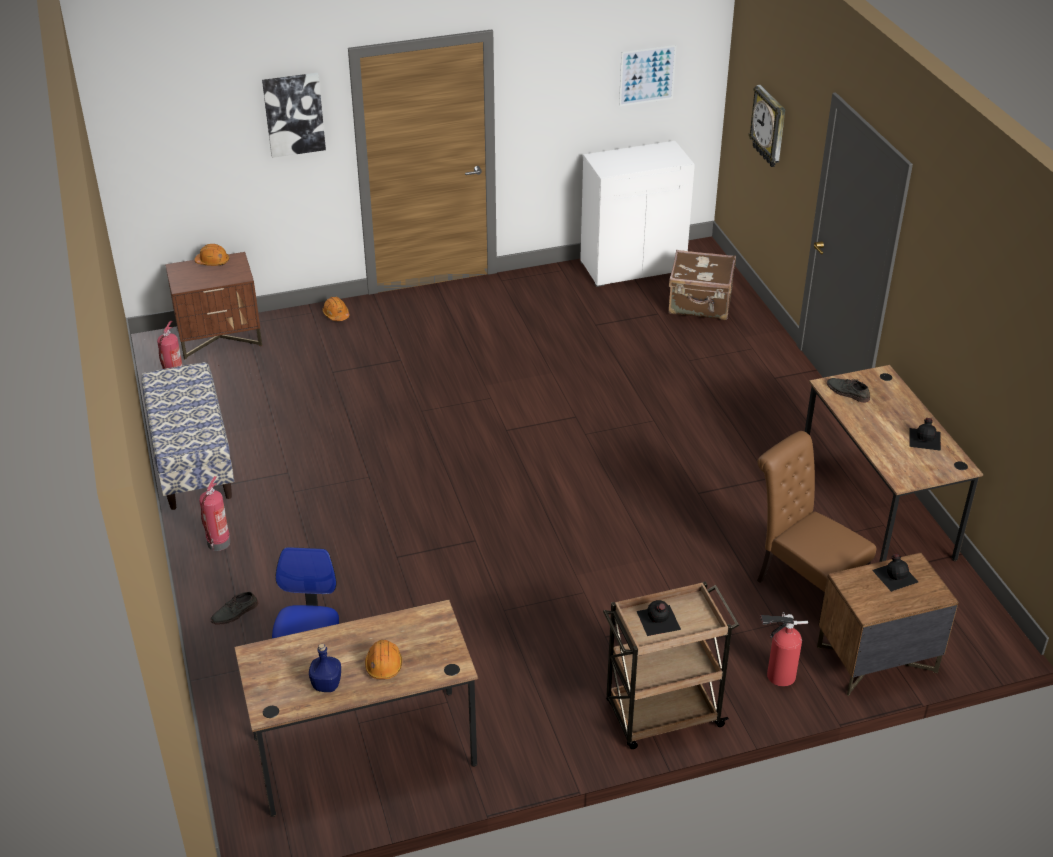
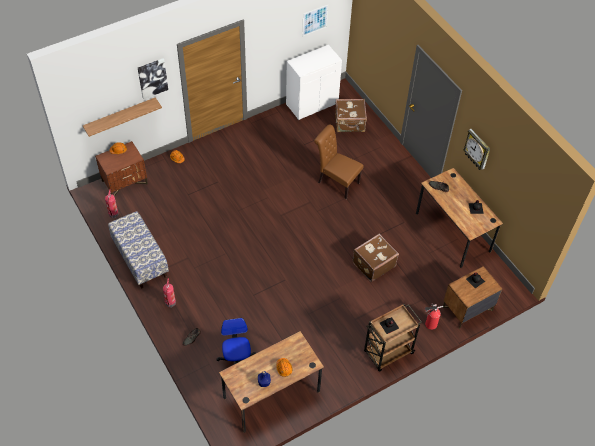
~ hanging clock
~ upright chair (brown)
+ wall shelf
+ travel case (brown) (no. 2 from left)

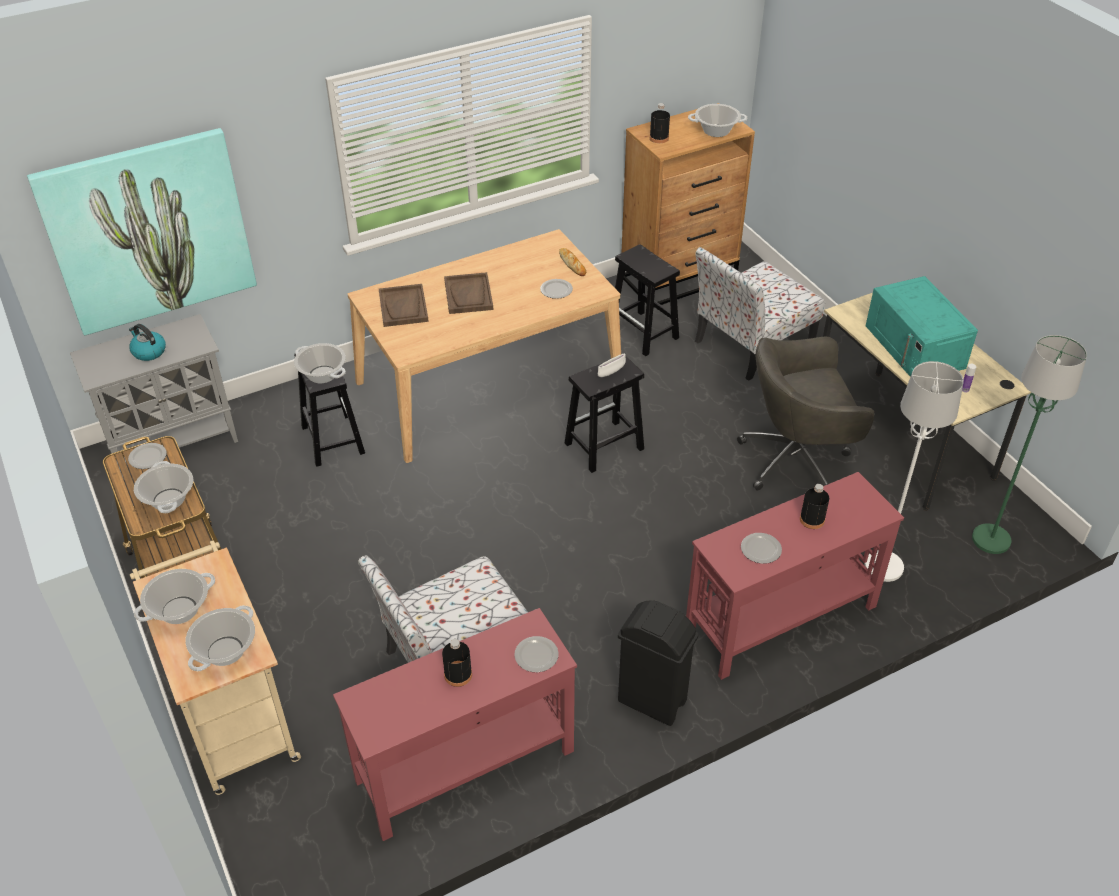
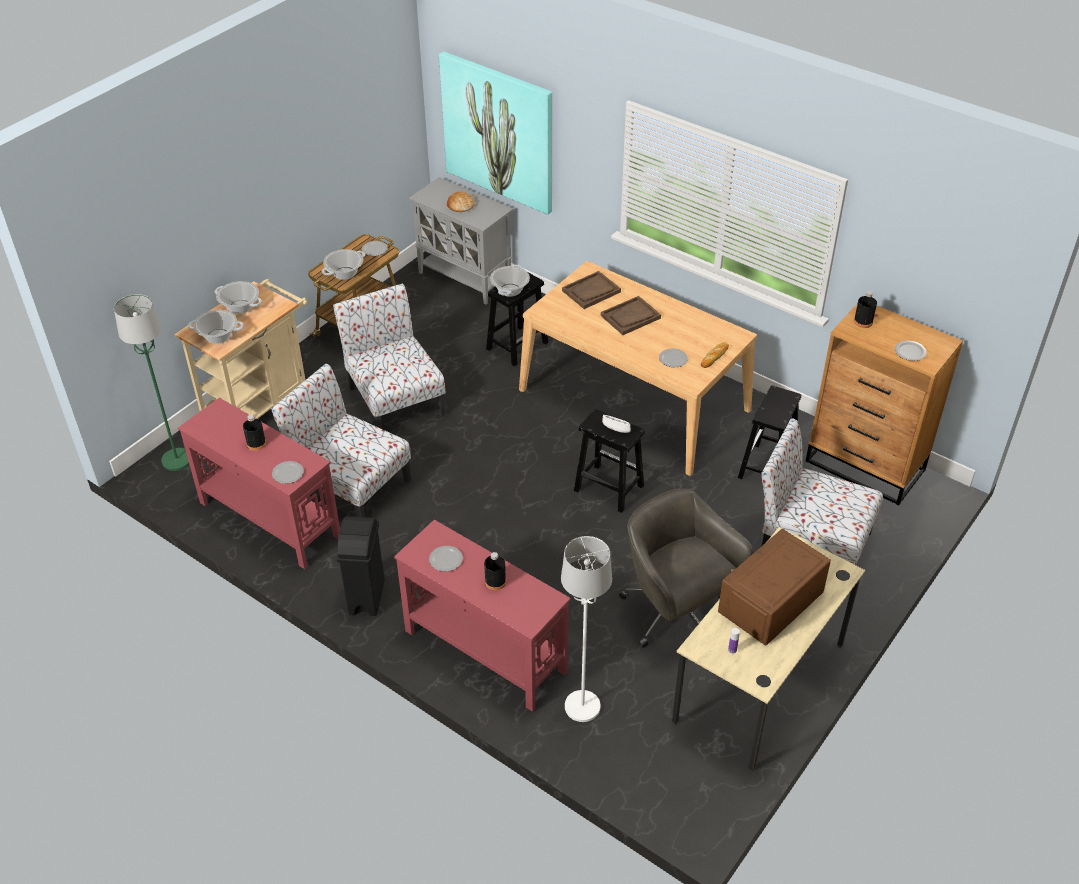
~ saucepot (no. 5 from left) to flat dish (no. 5 from left)
~ kitchen microwave (turquoise) to kitchen microwave (brown)
~ kettle to baked bread (no. 1 from left)
~ standing lamp (green-coloured)
+ upright chair (no. 2 from left)

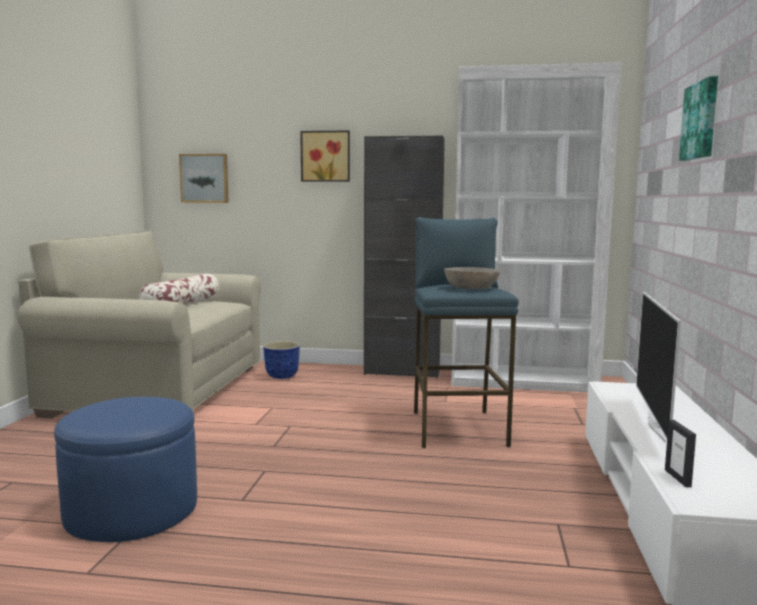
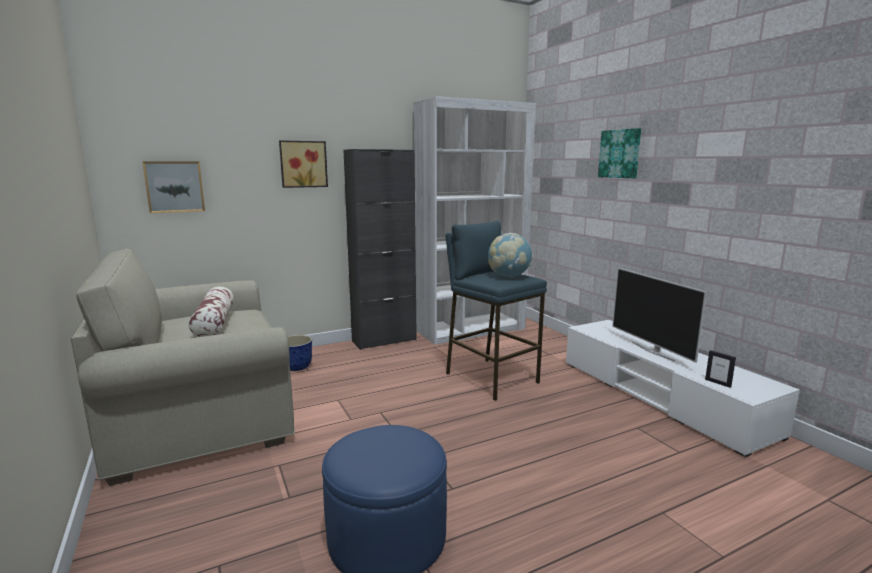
~ bowl (greyish) to desk globe

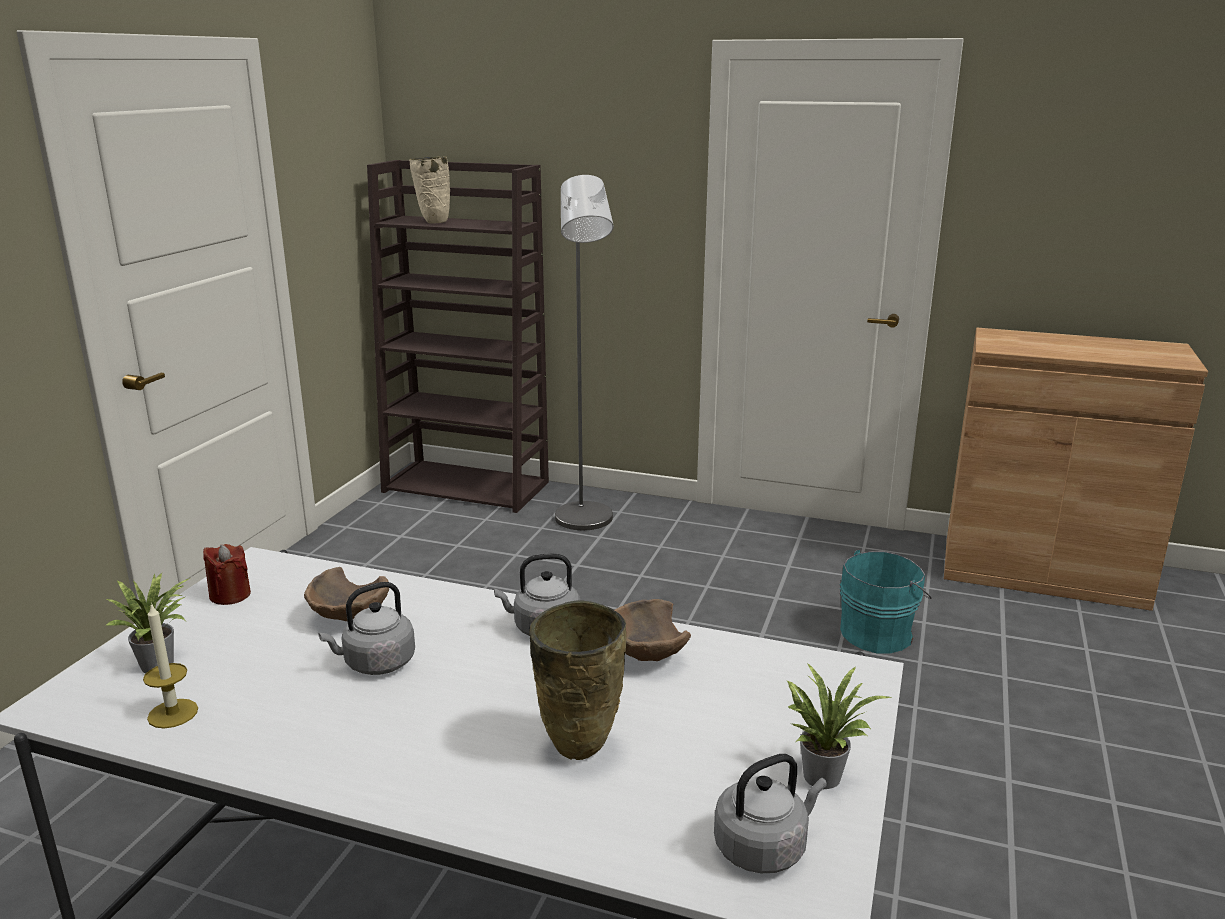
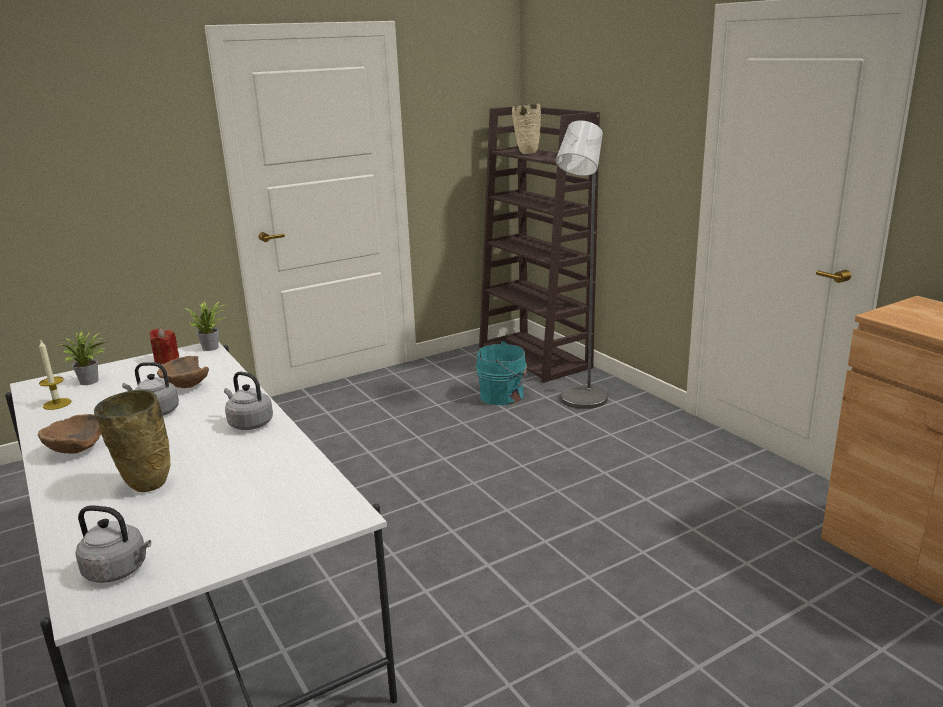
~ pail (turquoise)
~ bowl (brown) (no. 2 from left in the first image) to bowl (brown) (no. 1 from left)
~ houseplant (no. 2 from left)

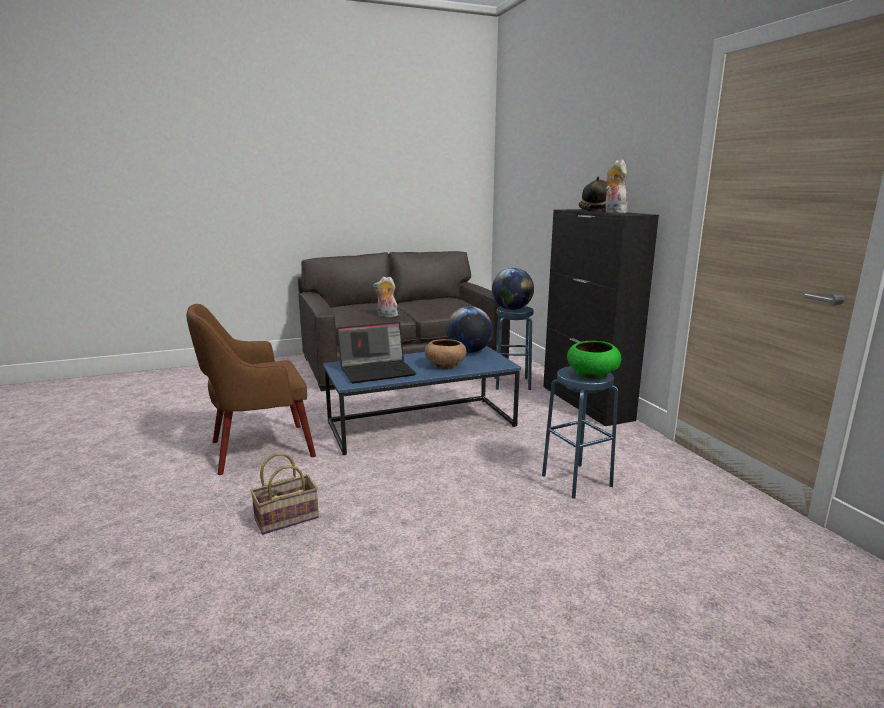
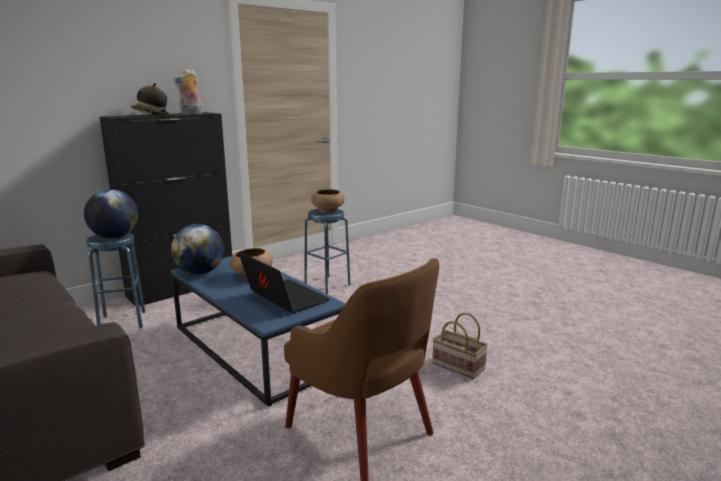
- plush toy (no. 1 from left)
~ bowl (green-coloured) to bowl (brown) (no. 2 from left)

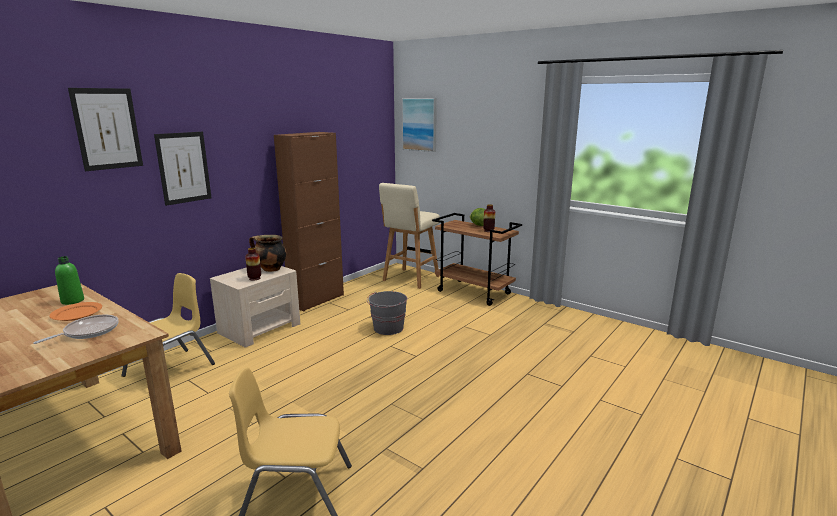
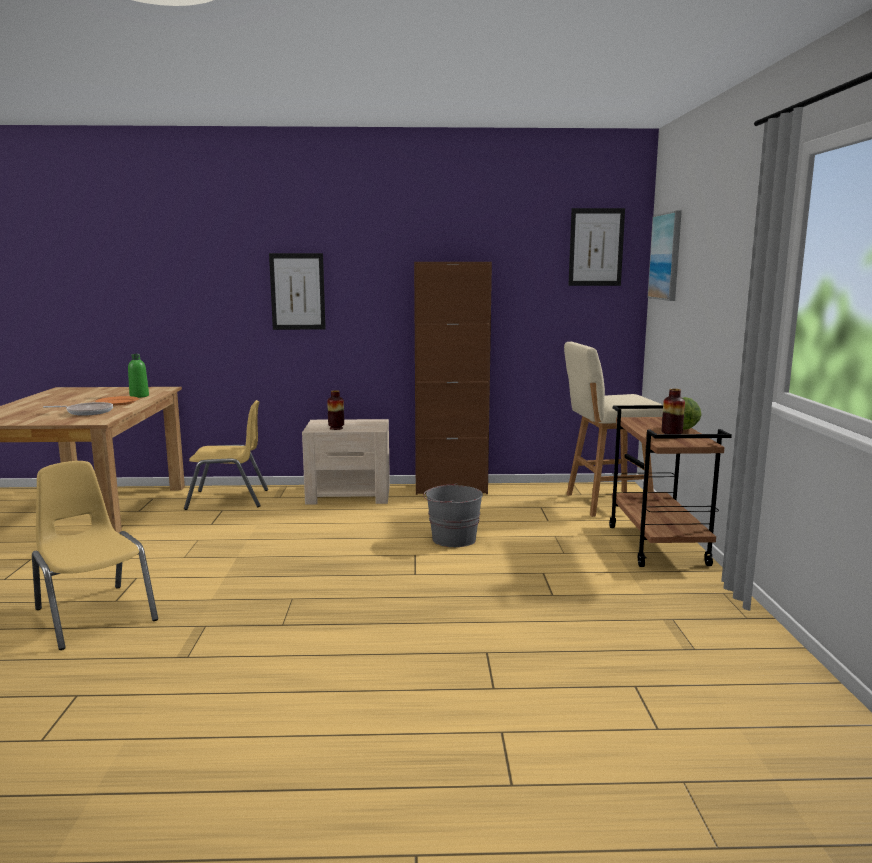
~ picture (no. 1 from left in the first image) to picture (no. 2 from left)
- saucepot

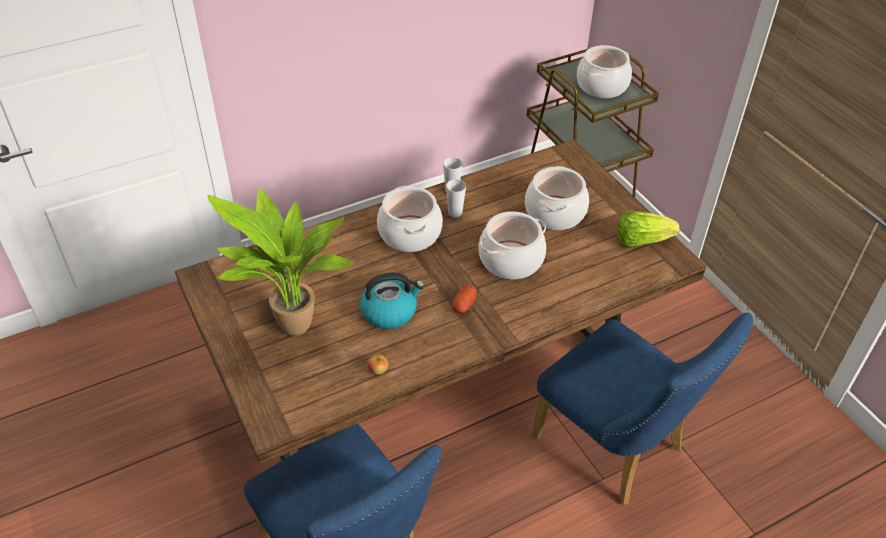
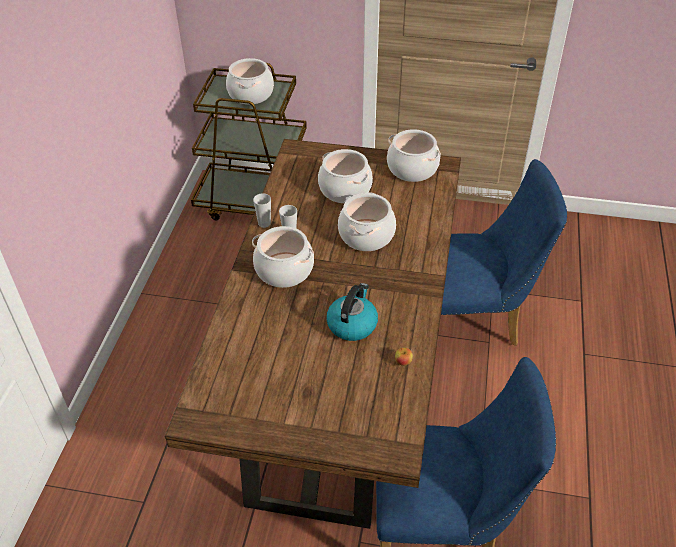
- houseplant
~ head of lettuce to saucepot (no. 5 from left)
- potato

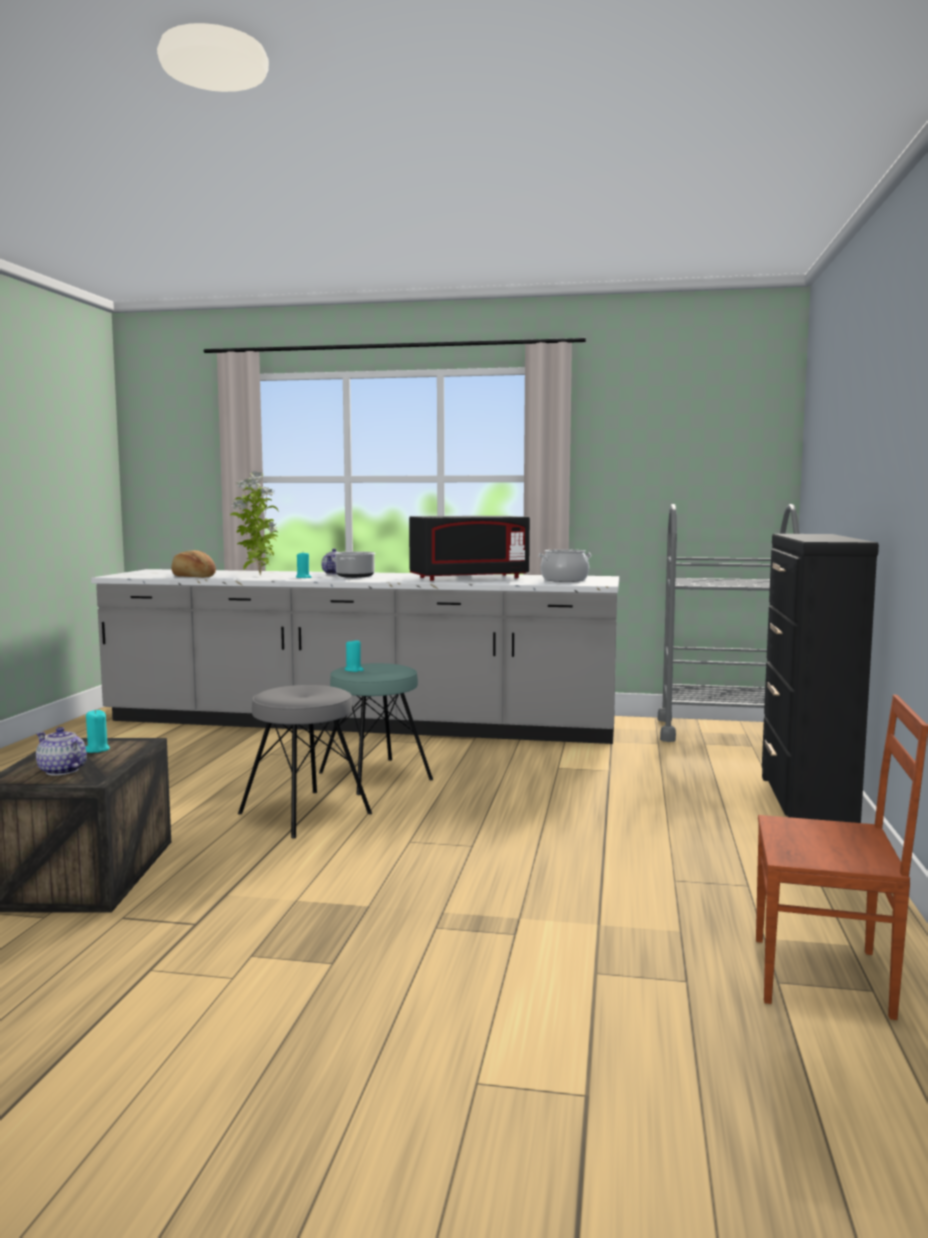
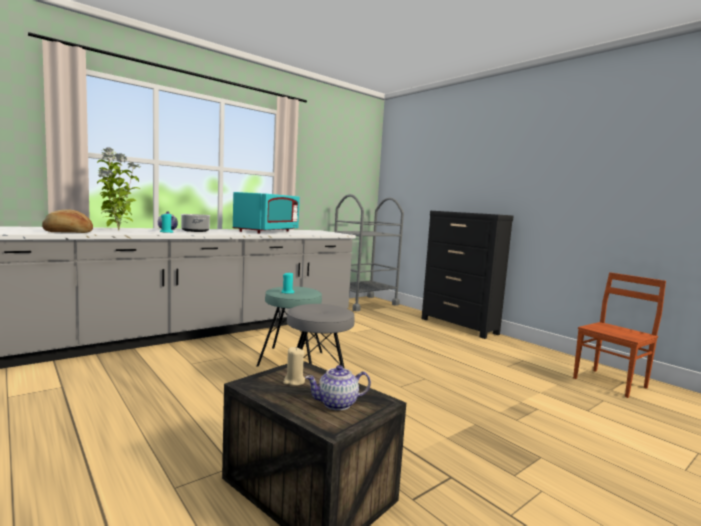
~ kitchen microwave (black) to kitchen microwave (turquoise)
- saucepot (no. 2 from left)
~ wax light (turquoise) (no. 1 from left) to wax light (beige)

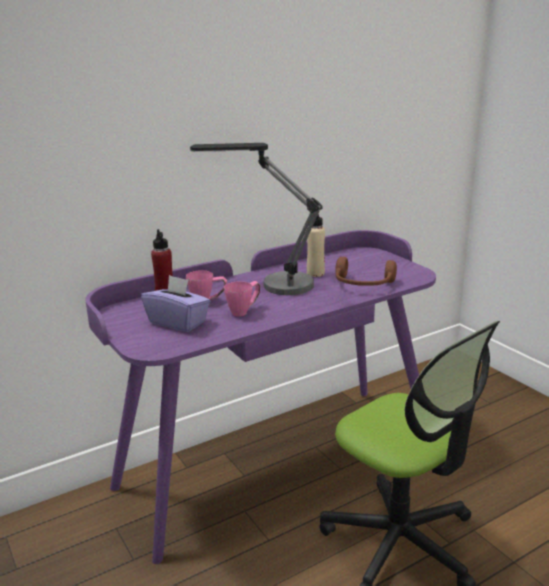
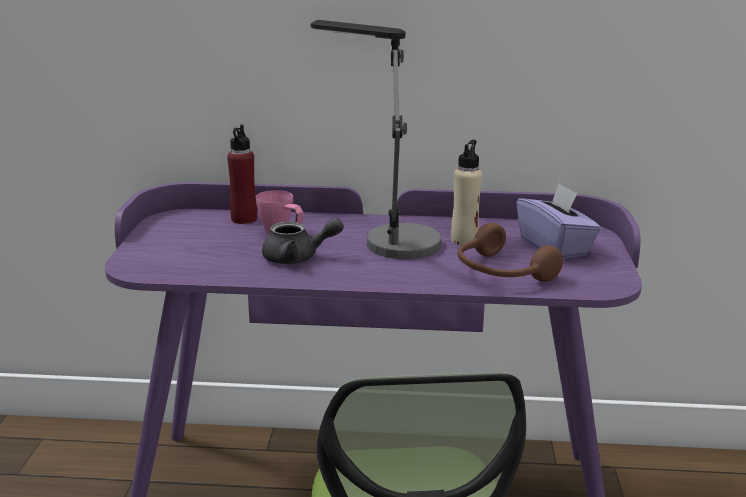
~ tissue holder (purple-coloured)
~ mug (pink-coloured) (no. 2 from left) to pot for tea (greyish)

